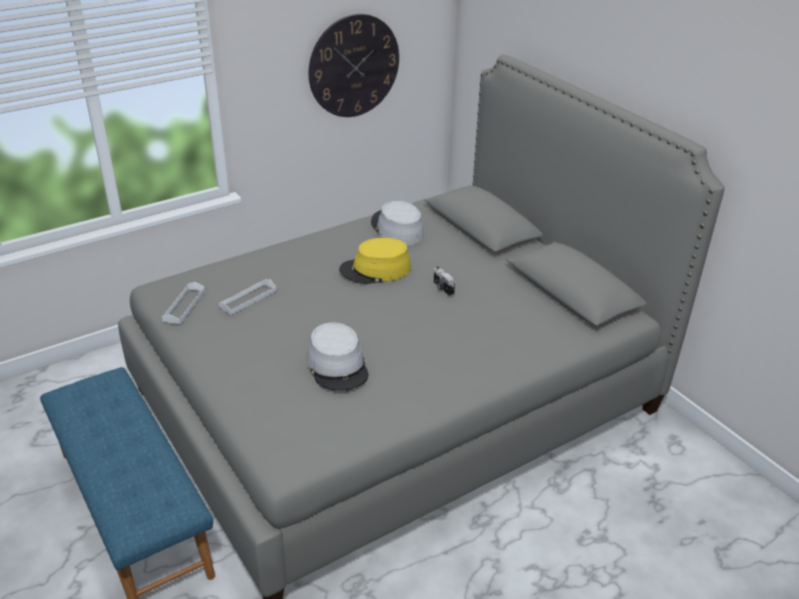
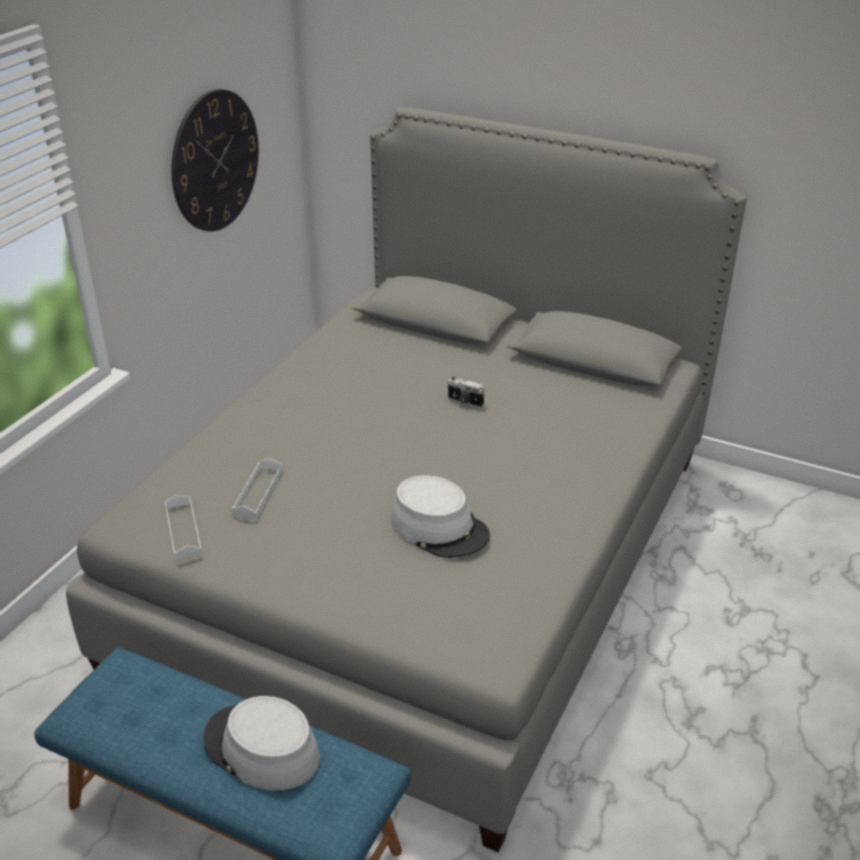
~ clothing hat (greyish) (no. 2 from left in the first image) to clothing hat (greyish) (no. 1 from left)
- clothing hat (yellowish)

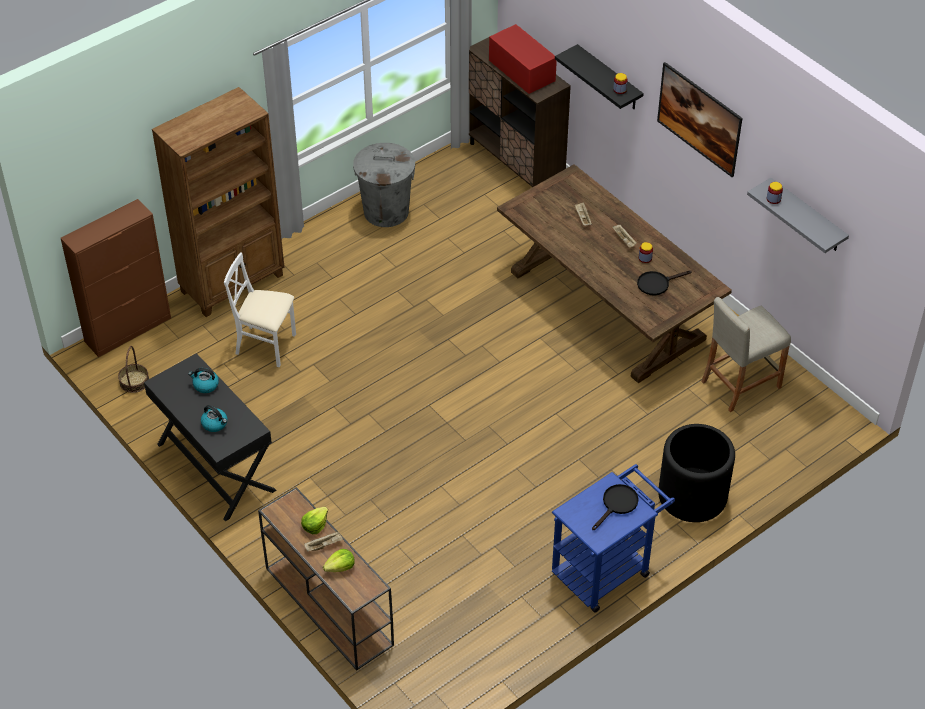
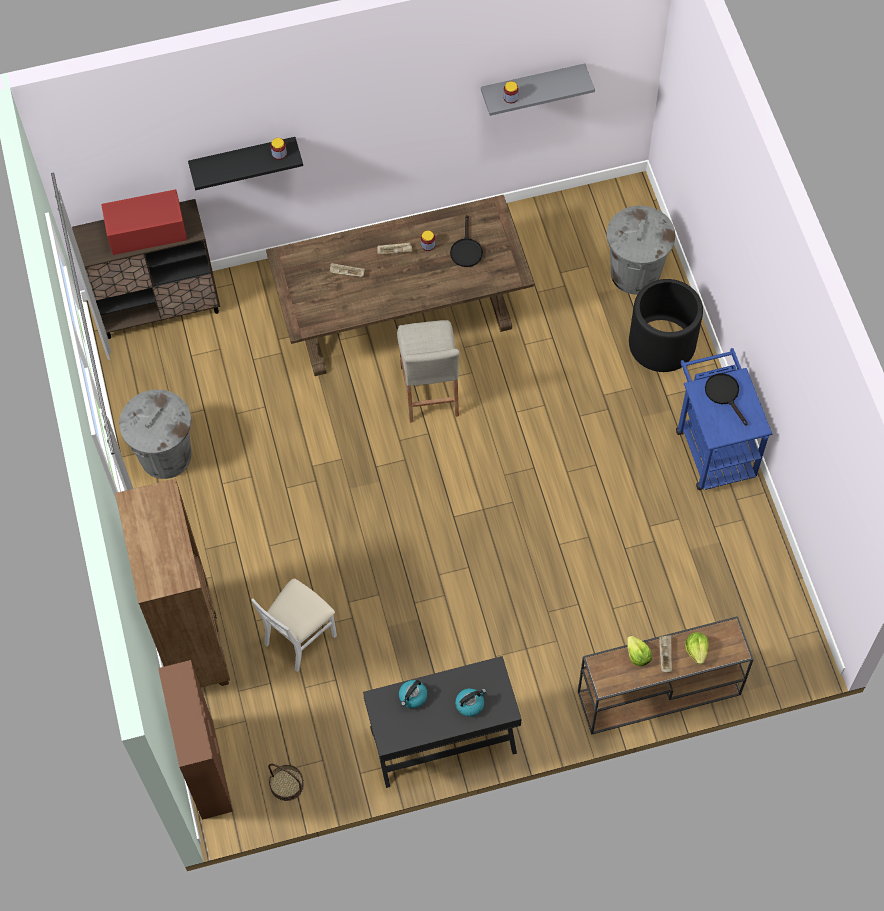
- picture
~ sitting stool (beige)
+ rubbish bin (greyish) (no. 2 from left)

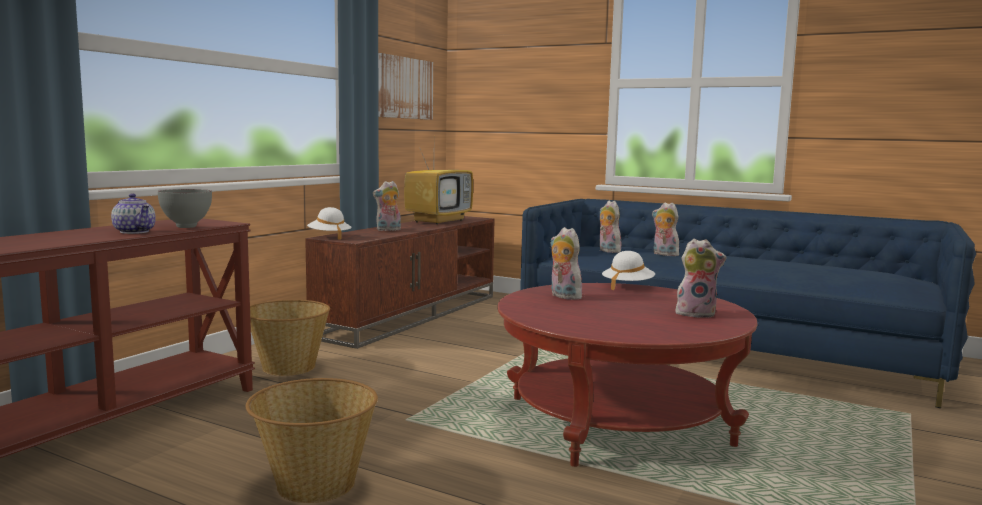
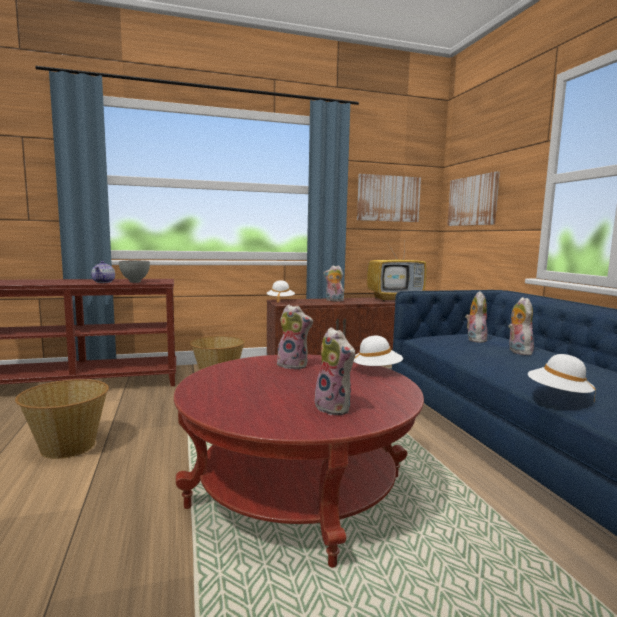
~ plush toy (no. 2 from left in the first image) 105 degrees clockwise
+ picture (no. 2 from left)
+ clothing hat (white) (no. 3 from left)

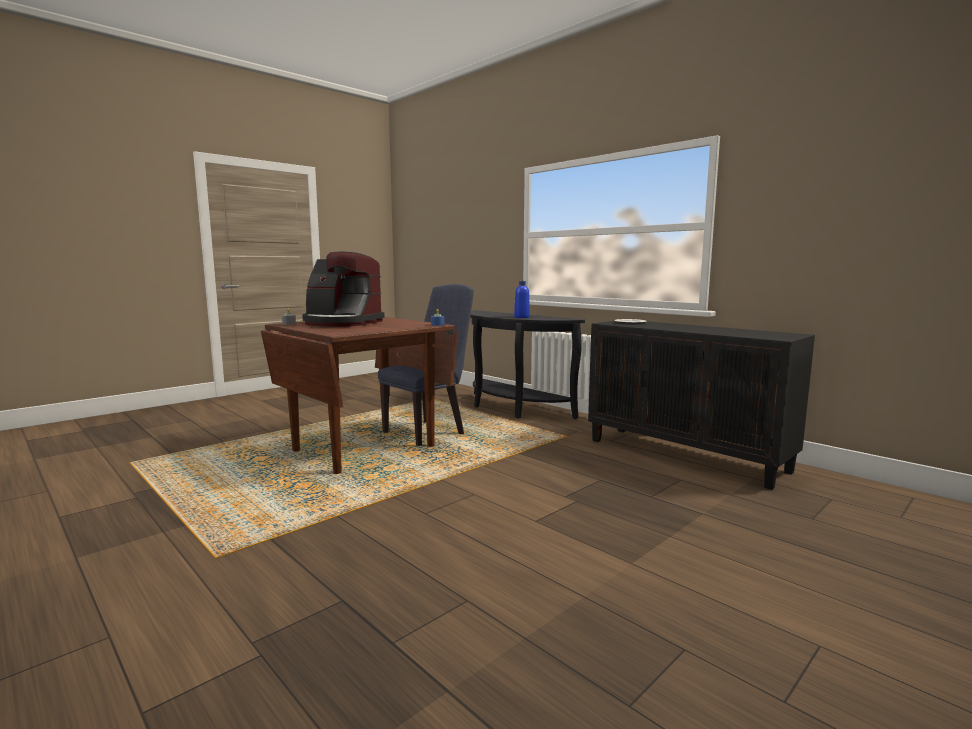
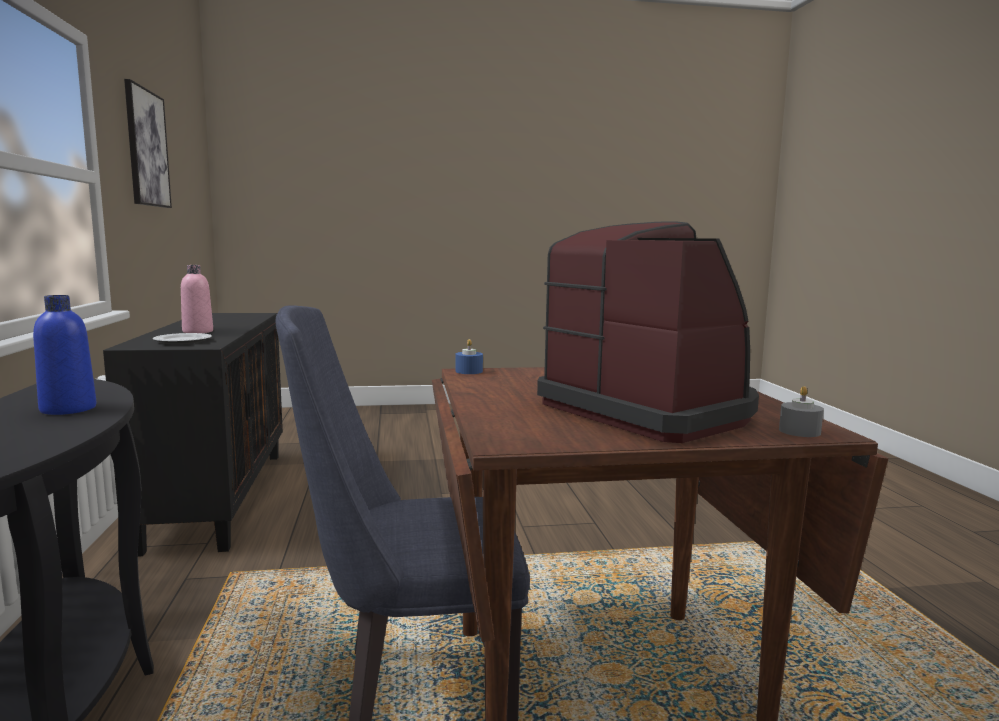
+ picture
+ beverage bottle (pink-coloured)

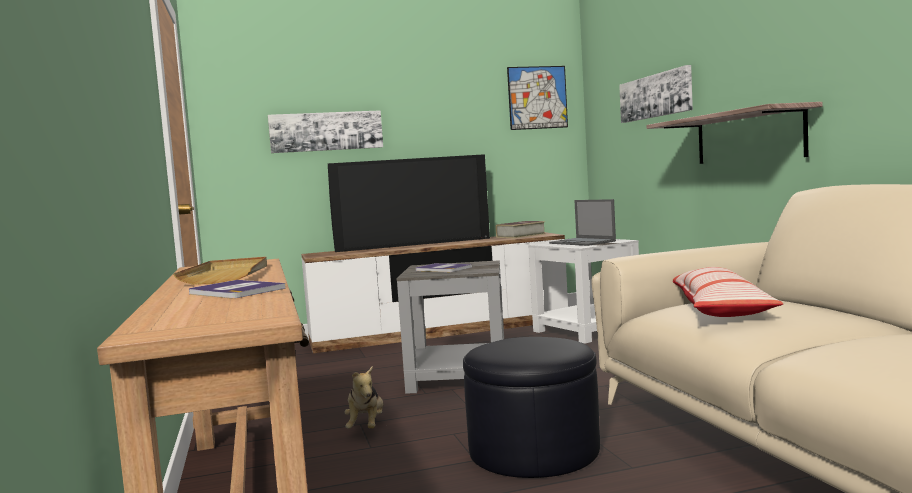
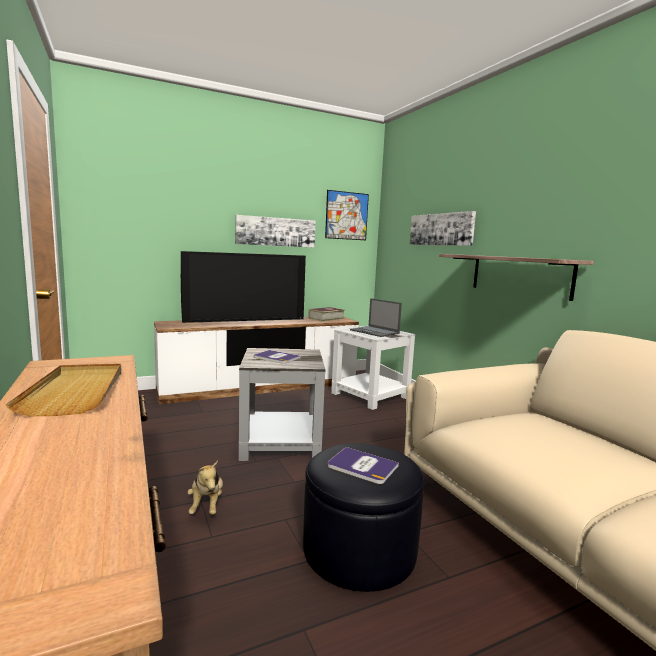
~ picture (no. 1 from left)
- pillow
~ bound book (no. 1 from left in the first image) to bound book (no. 3 from left)

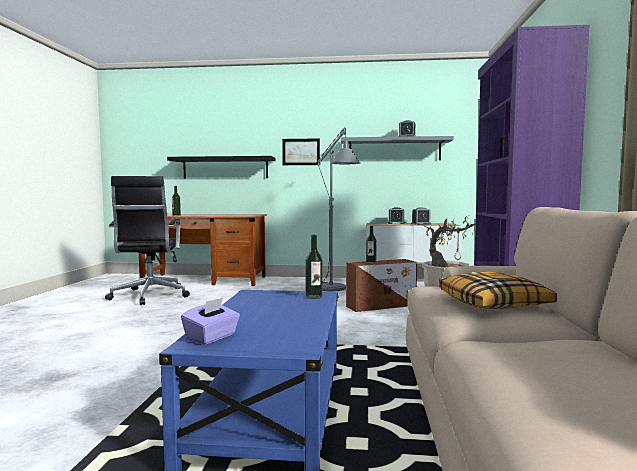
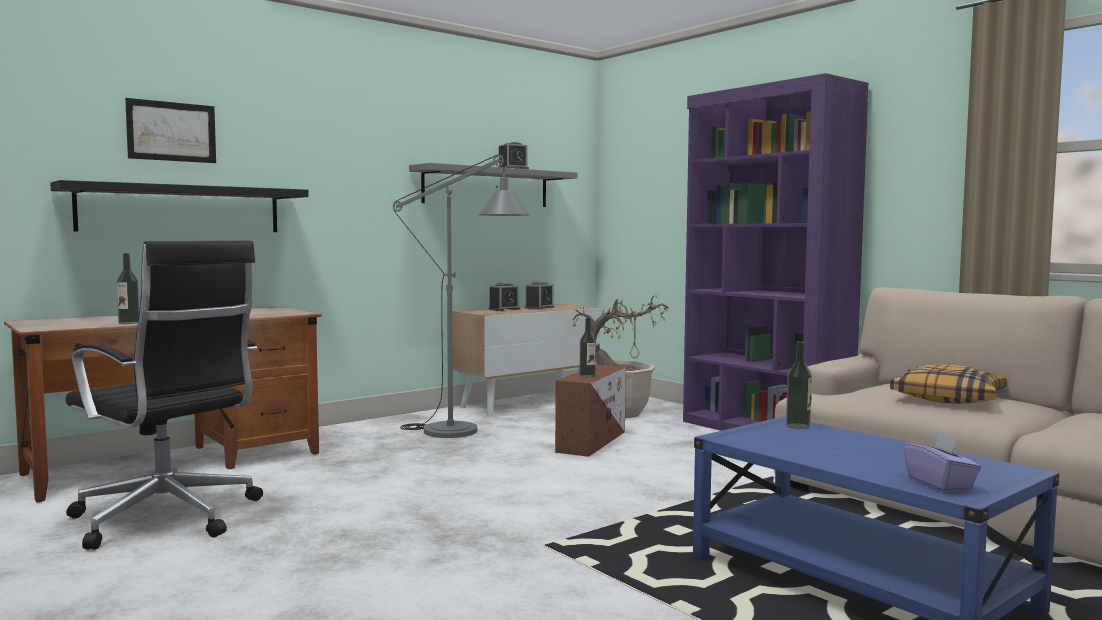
~ picture

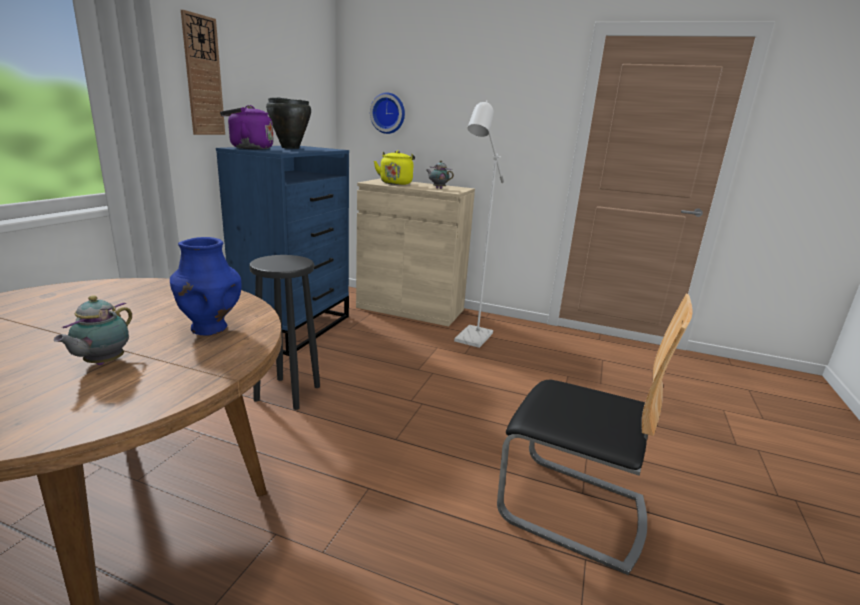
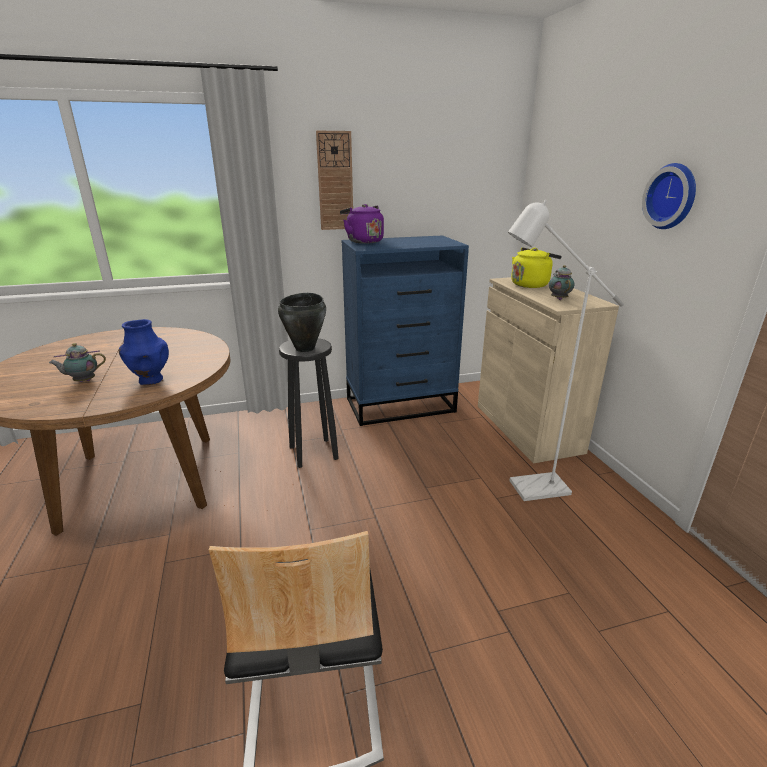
~ hanging clock (no. 2 from left)
~ saucepot (black)

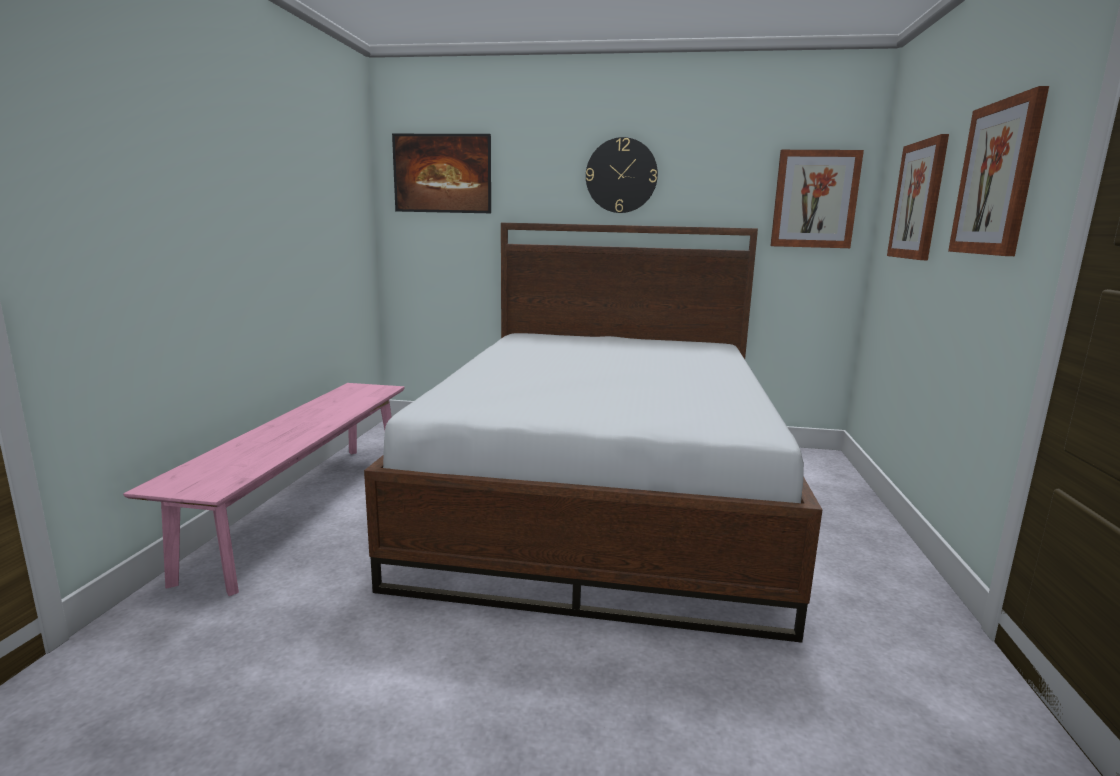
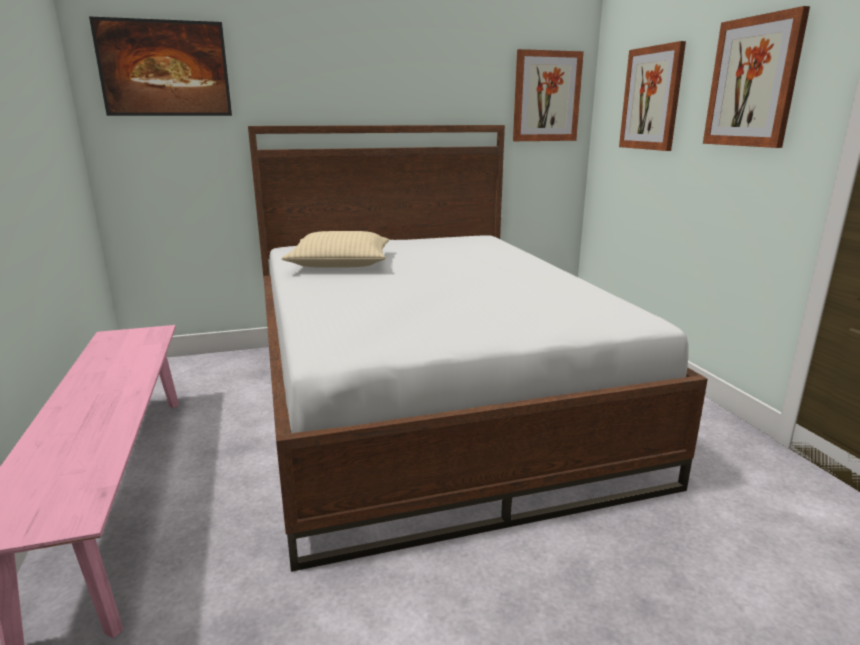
- hanging clock
+ pillow (beige)

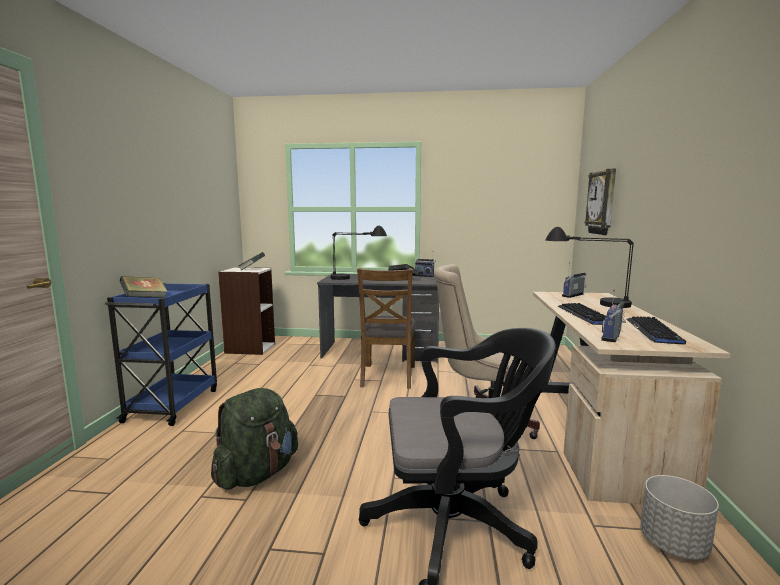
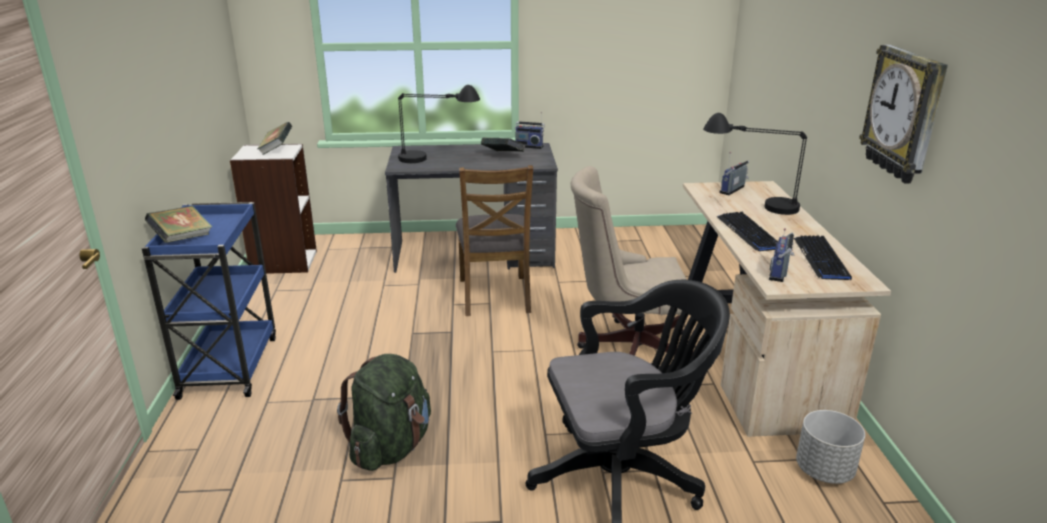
~ hanging clock

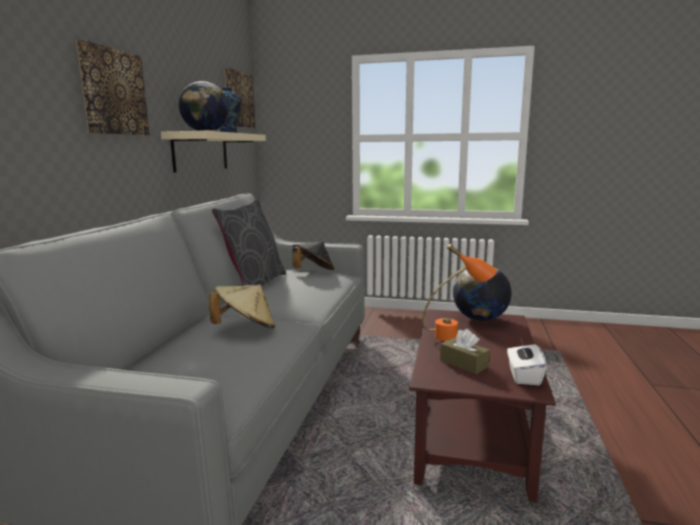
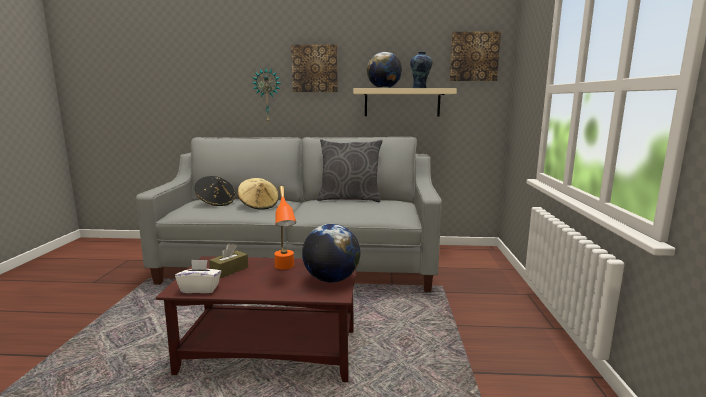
~ clothing hat (black)
+ hanging clock

